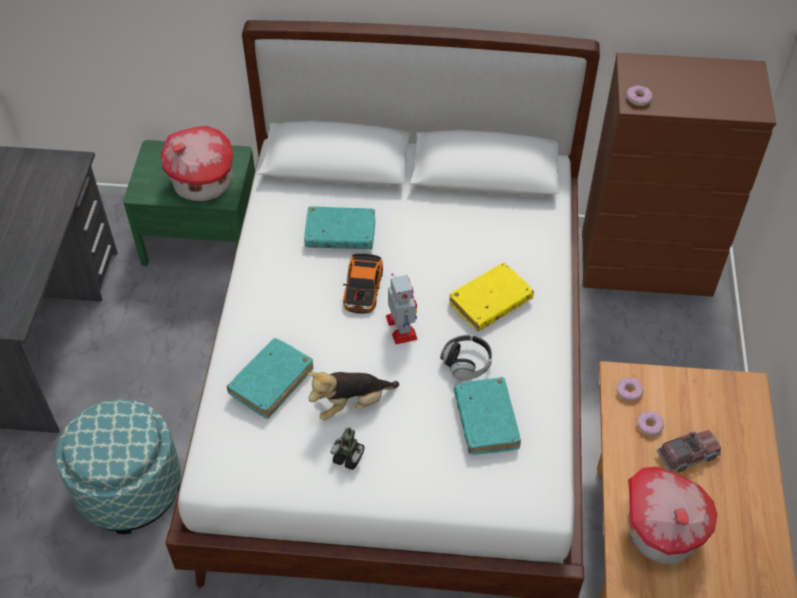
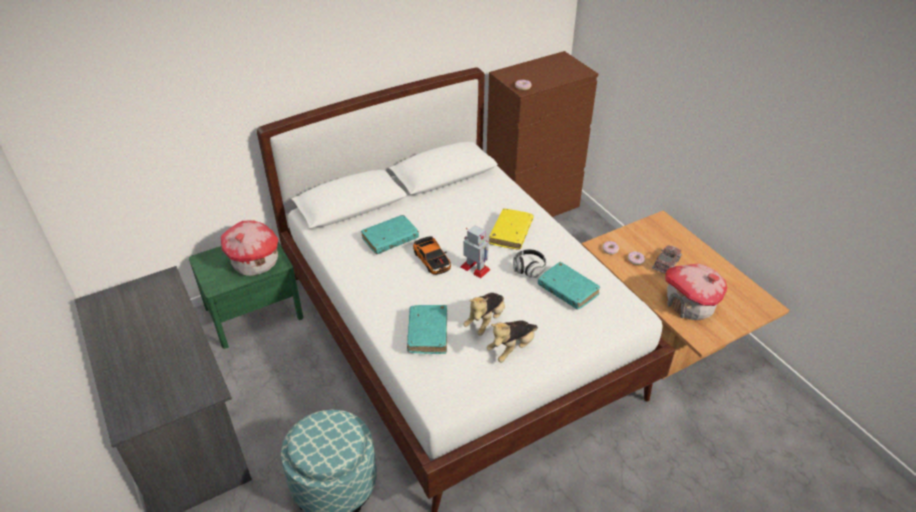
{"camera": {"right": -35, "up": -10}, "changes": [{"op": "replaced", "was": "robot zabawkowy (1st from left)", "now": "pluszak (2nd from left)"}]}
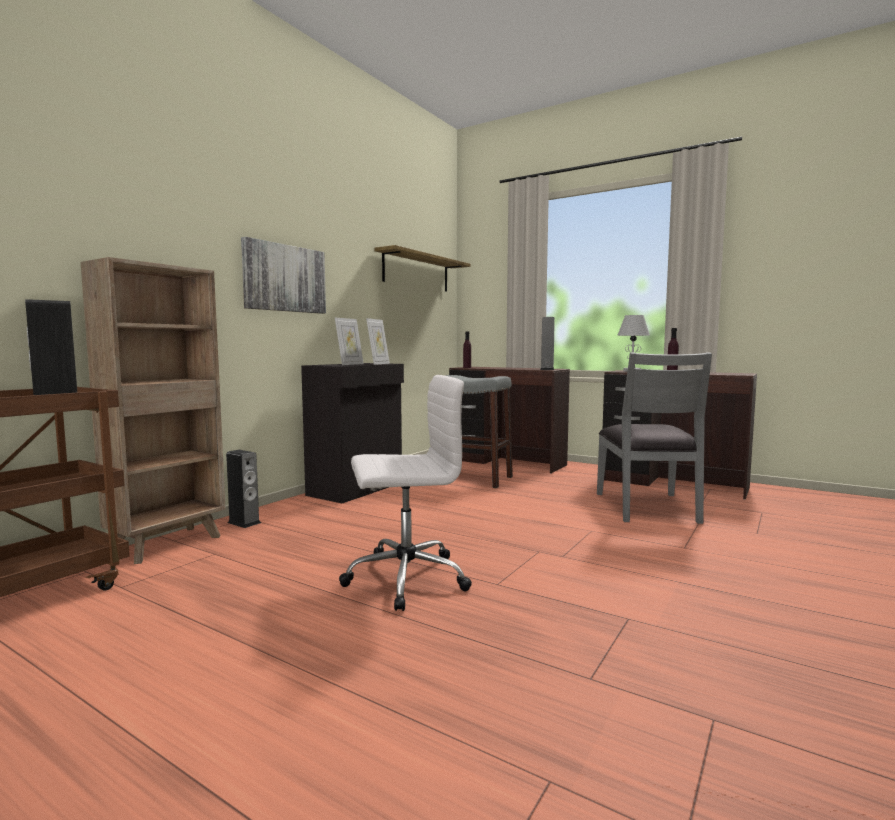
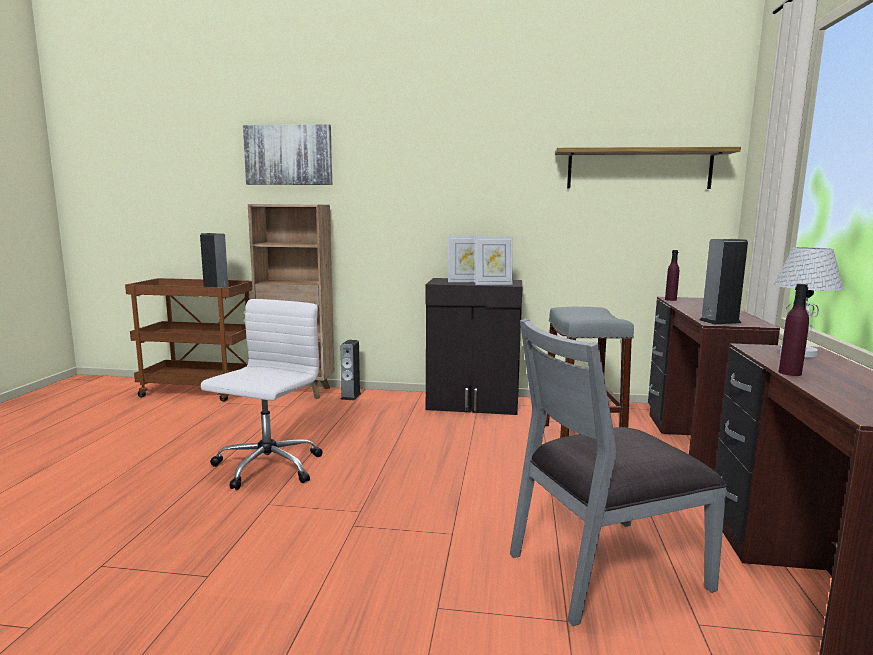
{"camera": {"right": 65, "up": 5}, "changes": [{"op": "moved", "was": "obraz"}, {"op": "turned", "was": "krzesło biurowe (biały)", "clockwise": -120}]}
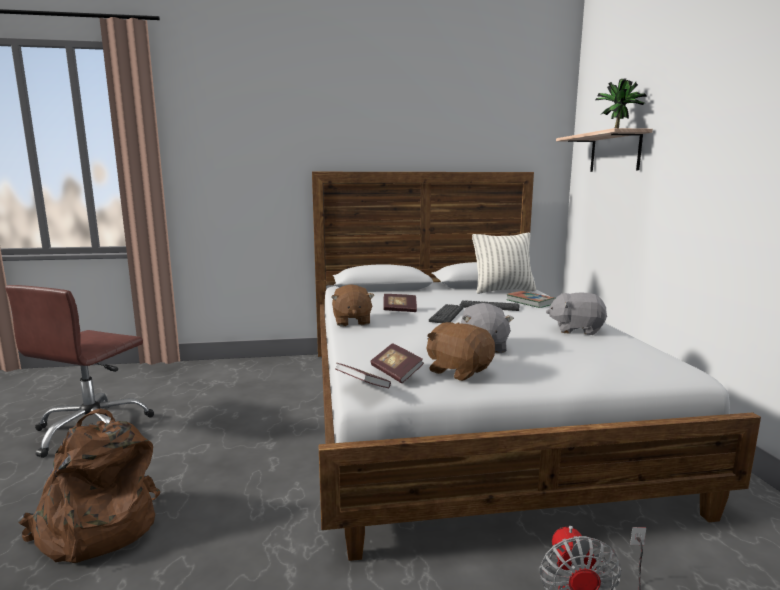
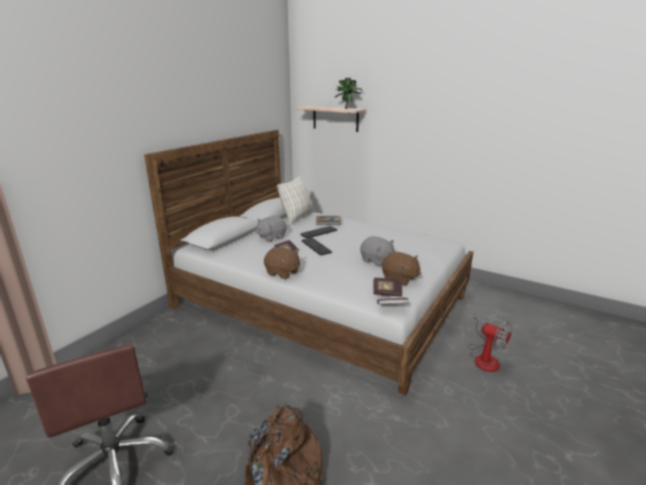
{"camera": {"right": -50, "up": 10}, "changes": [{"op": "turned", "was": "pluszak (brązowy) (2nd from left)", "clockwise": -135}, {"op": "moved", "was": "pluszak (szary) (2nd from left in the first image)", "now": "pluszak (szary) (1st from left)"}]}
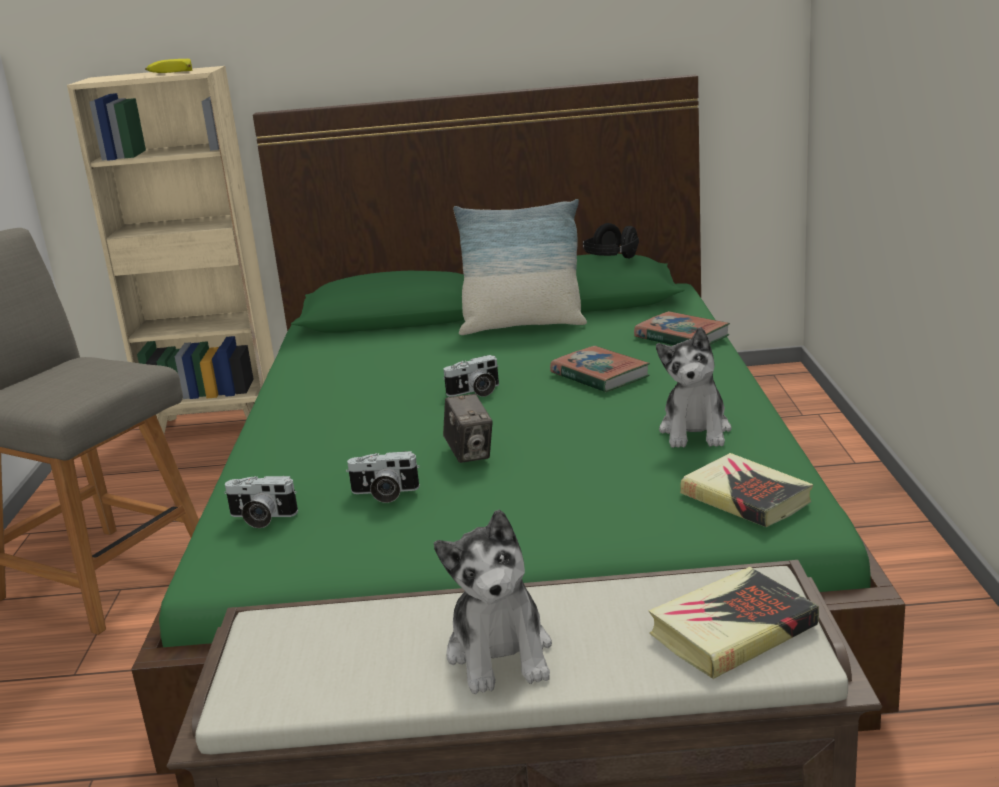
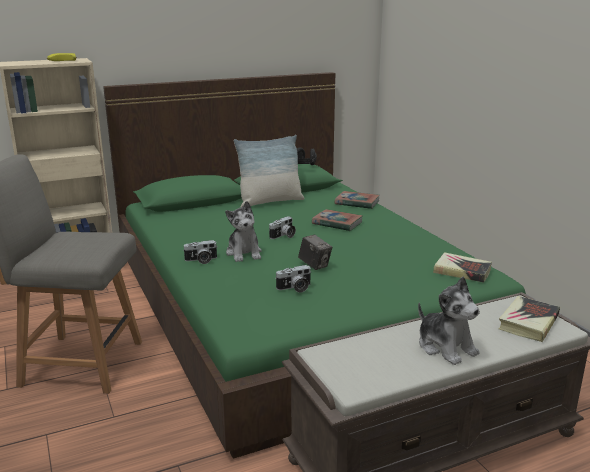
{"camera": {"right": -25, "up": 0}, "changes": [{"op": "moved", "was": "aparat fotograficzny (1st from left)"}, {"op": "moved", "was": "pluszak (2nd from left in the first image)", "now": "pluszak (1st from left)"}]}
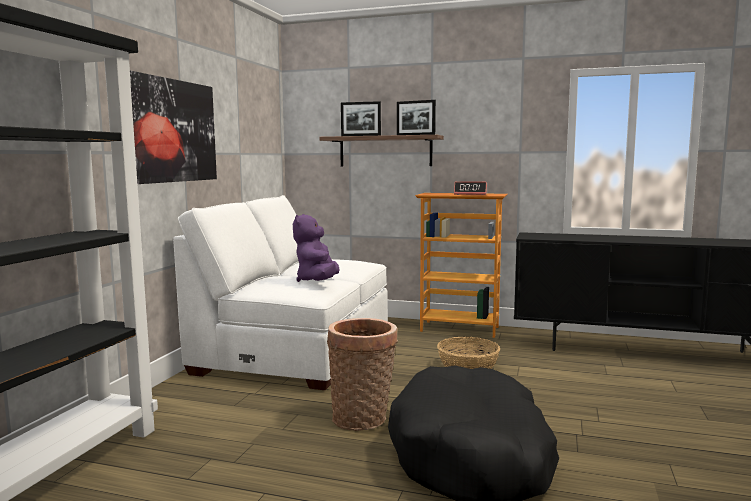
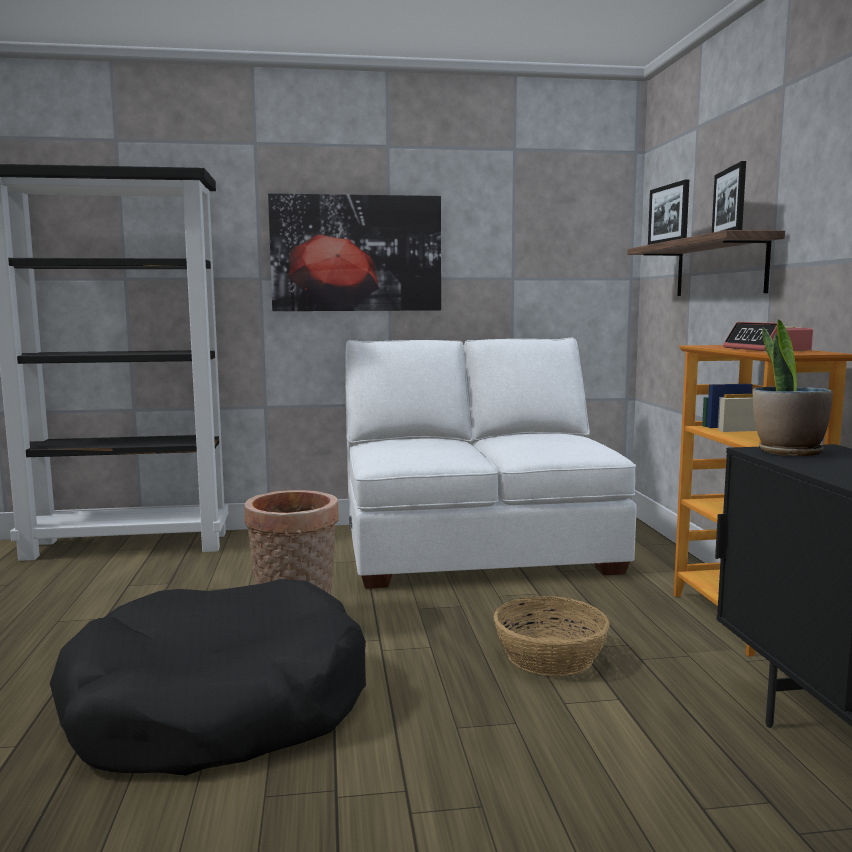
{"camera": {"right": 65, "up": 0}, "changes": [{"op": "removed", "was": "pluszak (fioletowy)"}, {"op": "added", "now": "roślina doniczkowa"}]}
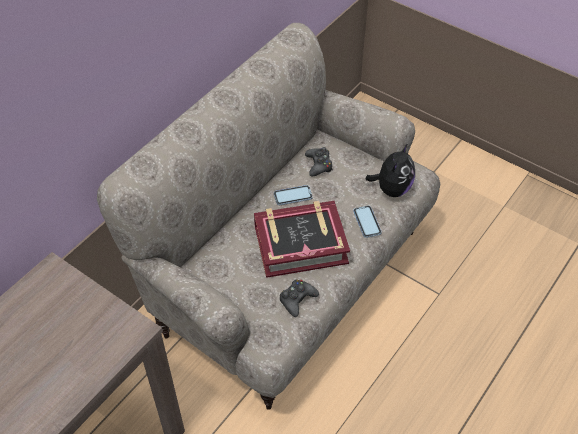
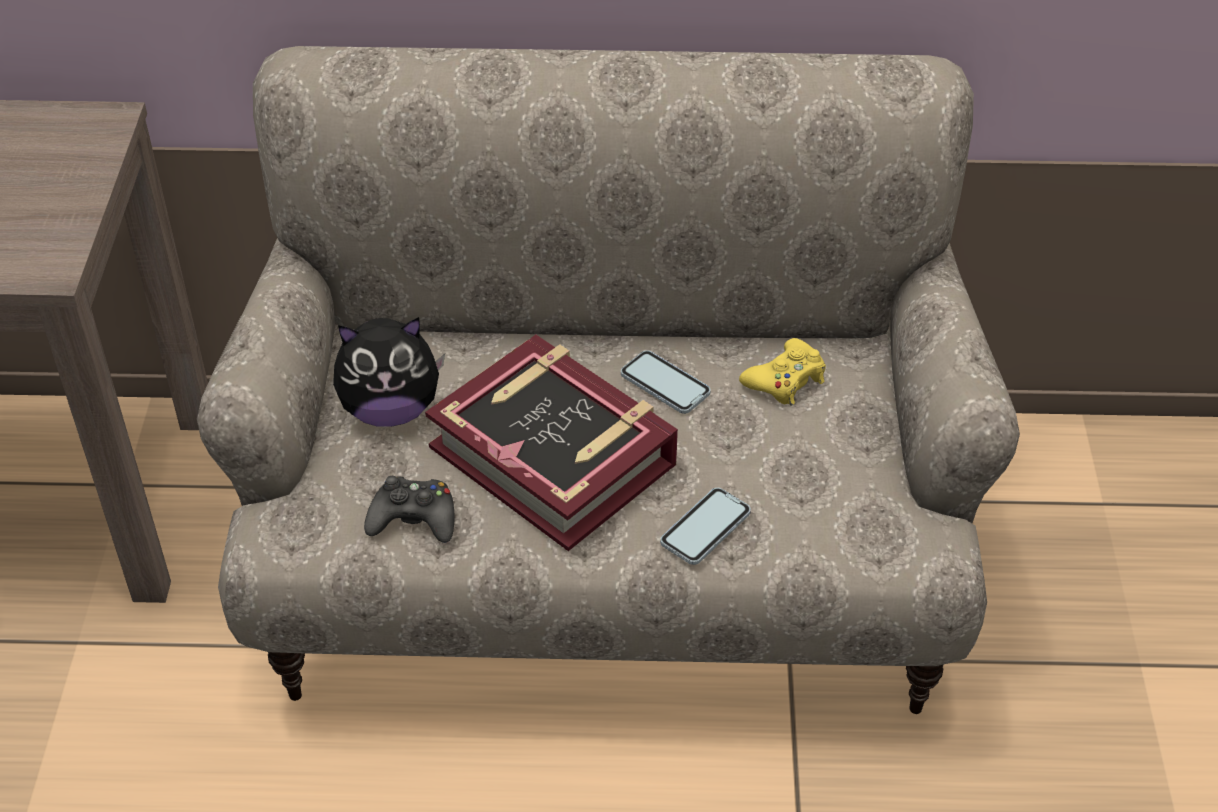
{"camera": {"right": 55, "up": -5}, "changes": [{"op": "recoloured", "was": "pad do gier (czarny) (2nd from left)", "now": "pad do gier (żółty)"}, {"op": "moved", "was": "pluszak"}]}
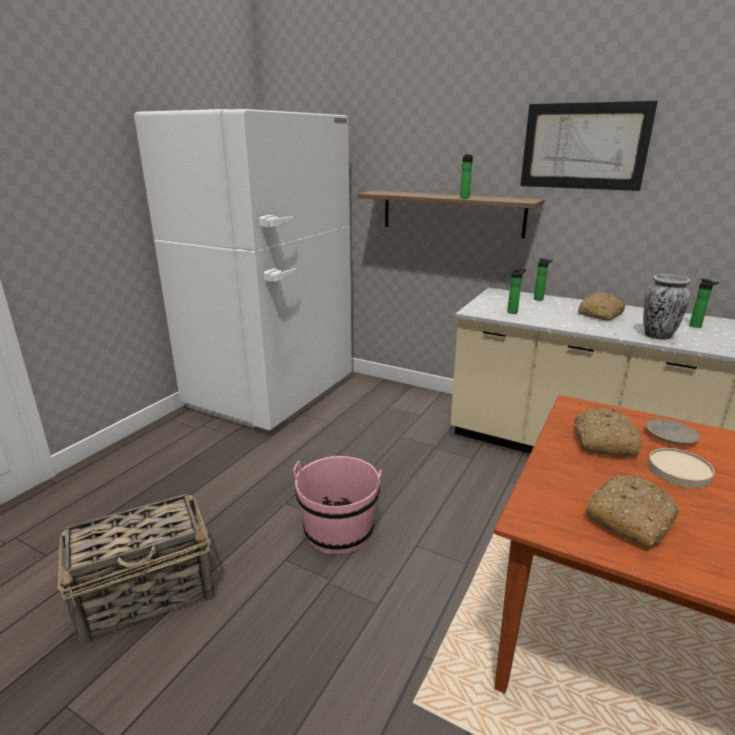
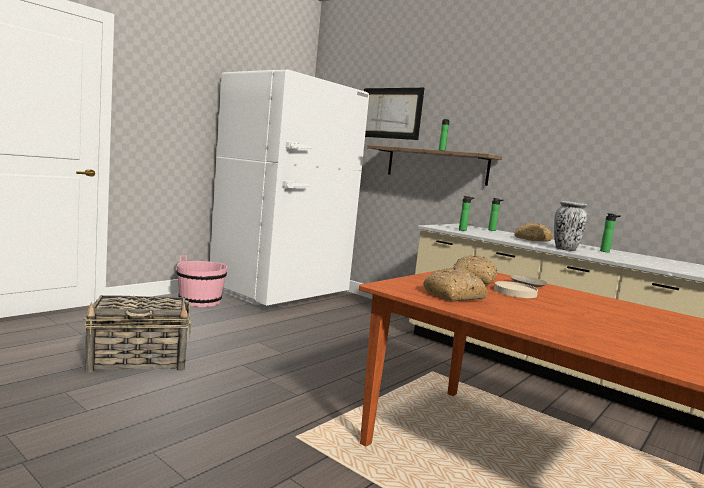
{"camera": {"right": 10, "up": -15}, "changes": [{"op": "moved", "was": "wiadro (różowy)"}, {"op": "moved", "was": "obraz"}]}
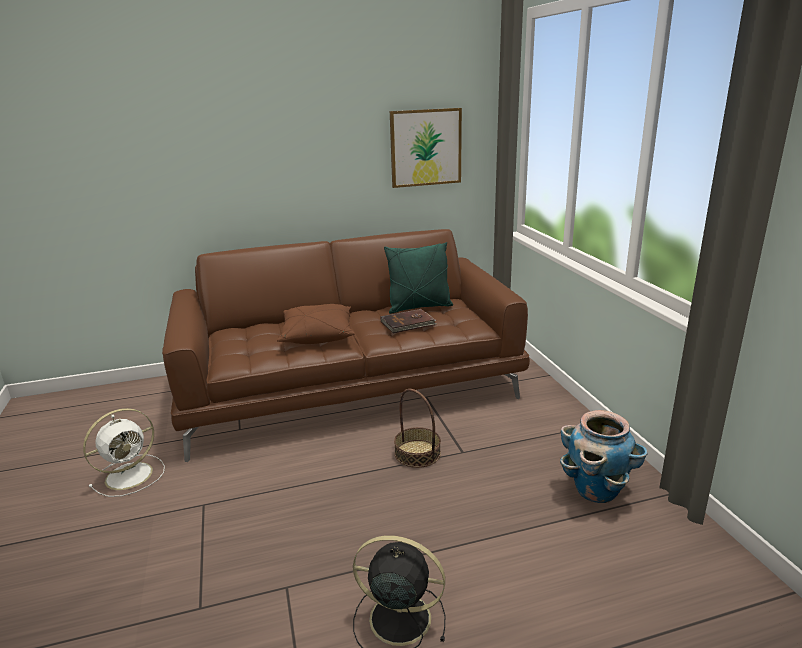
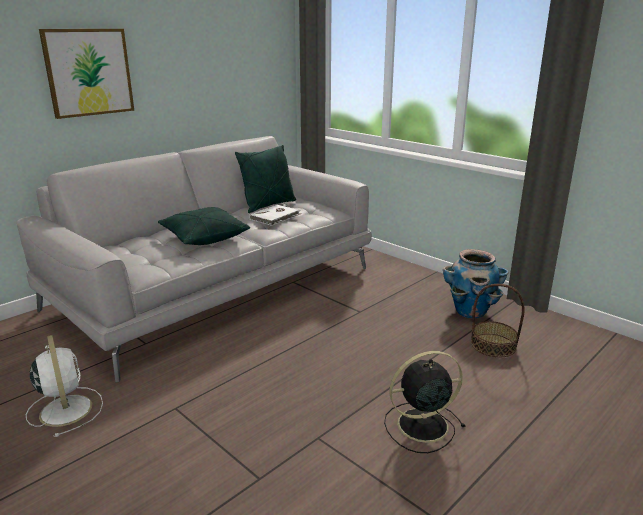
{"camera": {"right": -30, "up": 0}, "changes": [{"op": "turned", "was": "wentylator (biały)", "clockwise": -45}, {"op": "recoloured", "was": "kanapa (brązowy)", "now": "kanapa (szary)"}, {"op": "recoloured", "was": "poduszka (brązowy)", "now": "poduszka (zielony) (1st from left)"}, {"op": "recoloured", "was": "książka (brązowy)", "now": "książka (biały)"}, {"op": "moved", "was": "obraz"}, {"op": "moved", "was": "koszyk"}]}
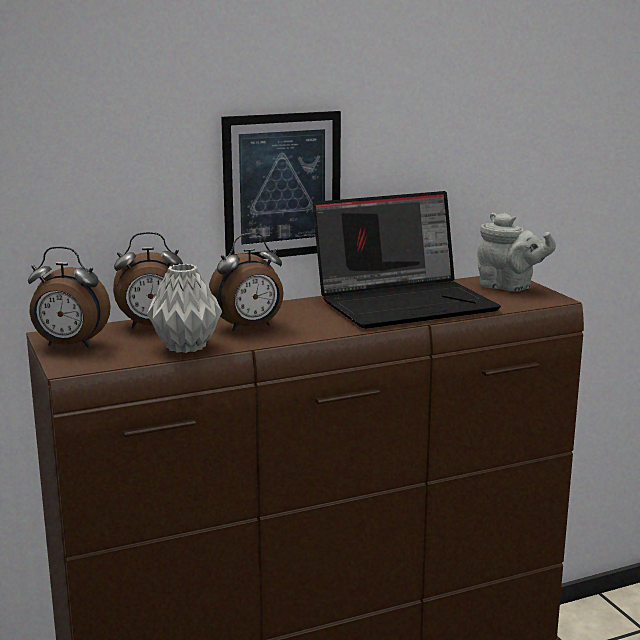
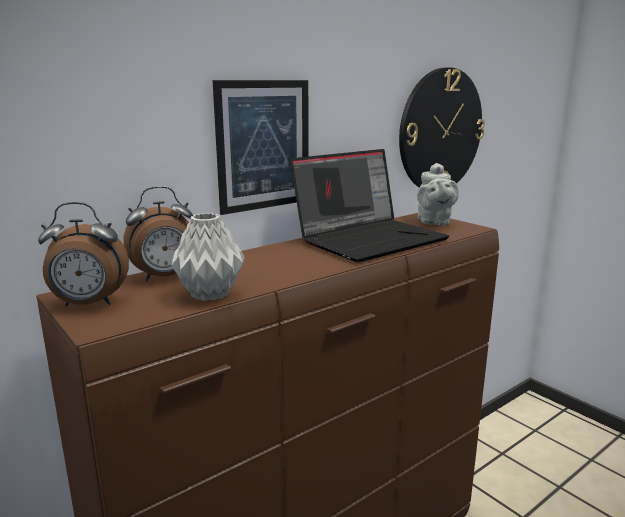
{"camera": {"right": -15, "up": 0}, "changes": [{"op": "removed", "was": "budzik (3rd from left)"}, {"op": "turned", "was": "imbryk (szary)", "clockwise": 75}, {"op": "added", "now": "zegar ścienny"}]}
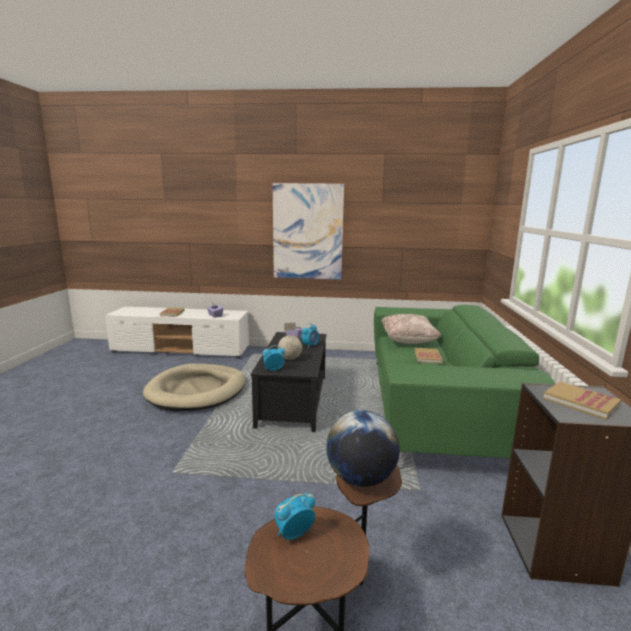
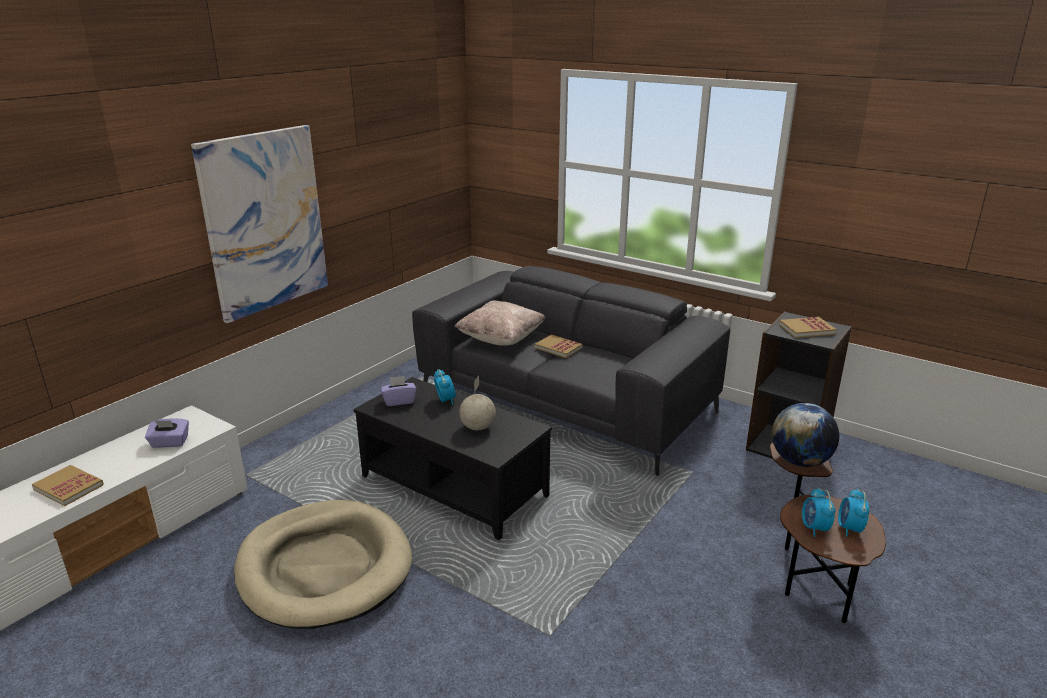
{"camera": {"right": -60, "up": 10}, "changes": [{"op": "moved", "was": "budzik (1st from left in the first image)", "now": "budzik (3rd from left)"}, {"op": "recoloured", "was": "kanapa (zielony)", "now": "kanapa (szary)"}]}
